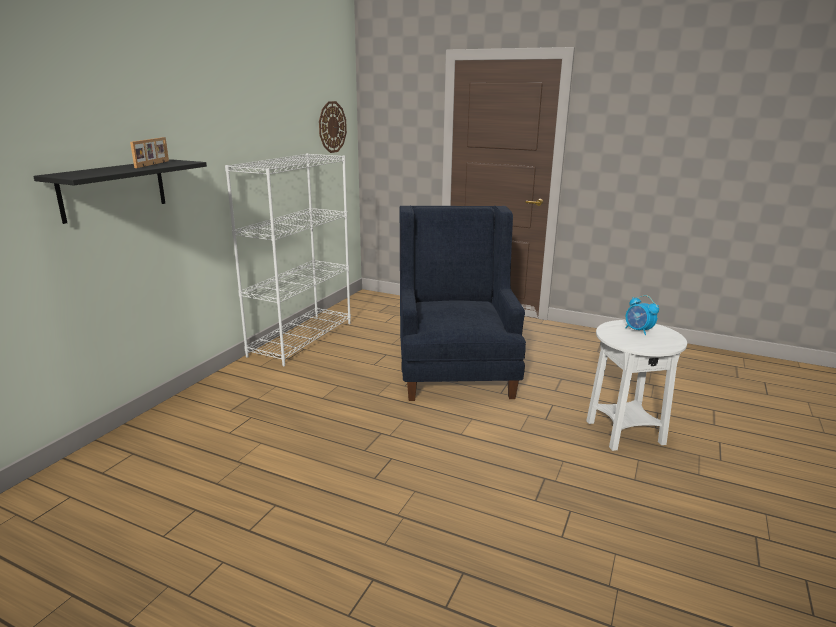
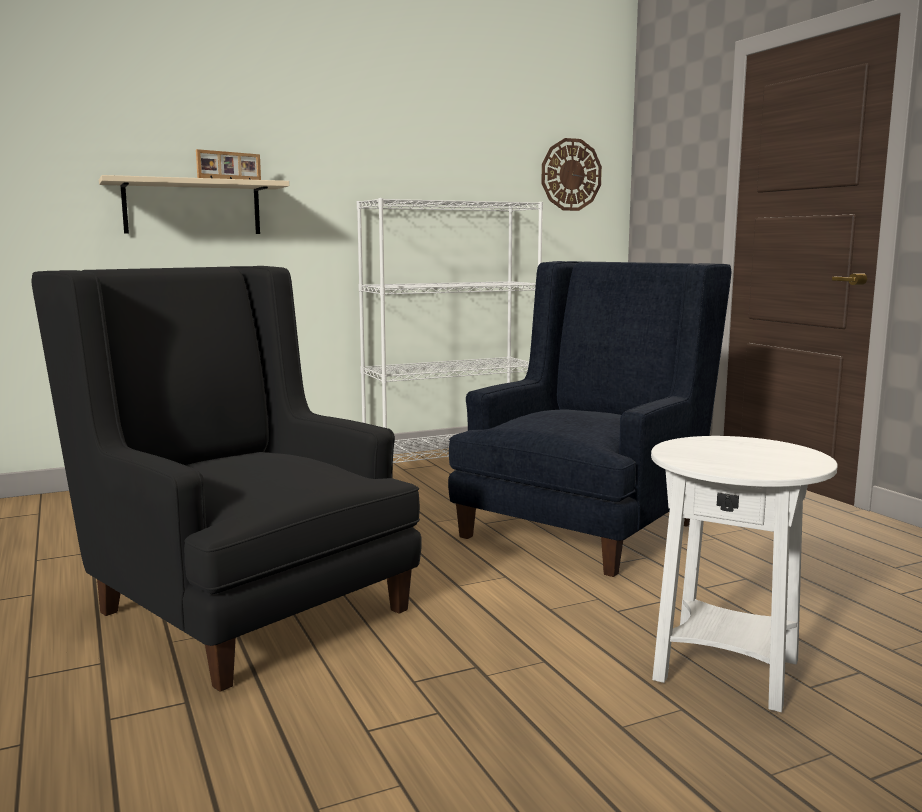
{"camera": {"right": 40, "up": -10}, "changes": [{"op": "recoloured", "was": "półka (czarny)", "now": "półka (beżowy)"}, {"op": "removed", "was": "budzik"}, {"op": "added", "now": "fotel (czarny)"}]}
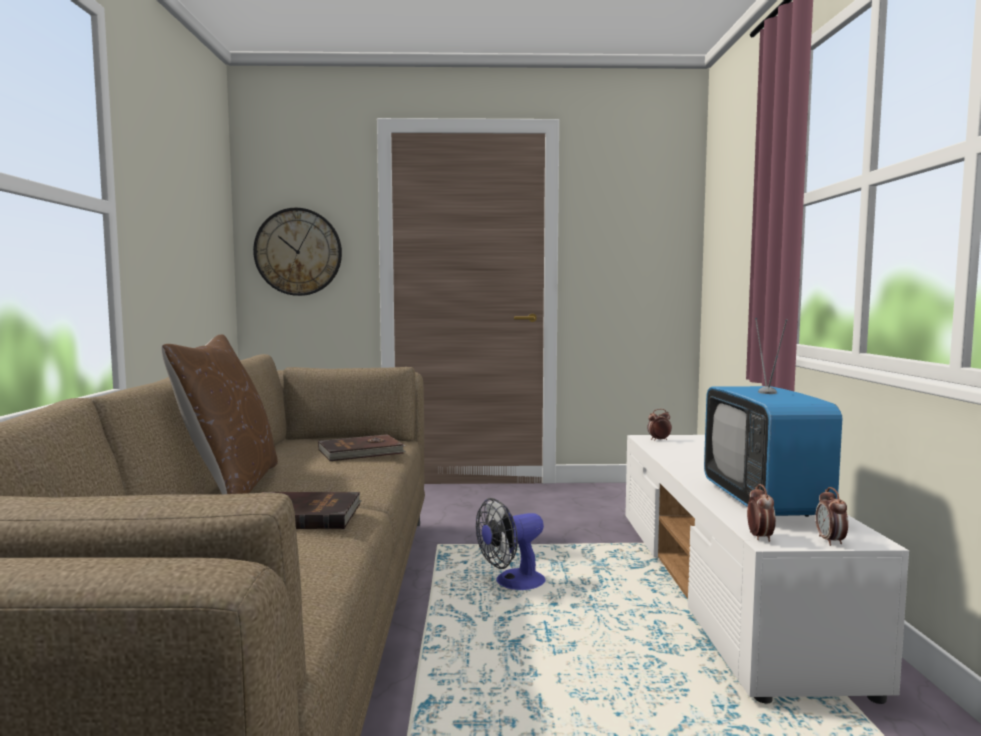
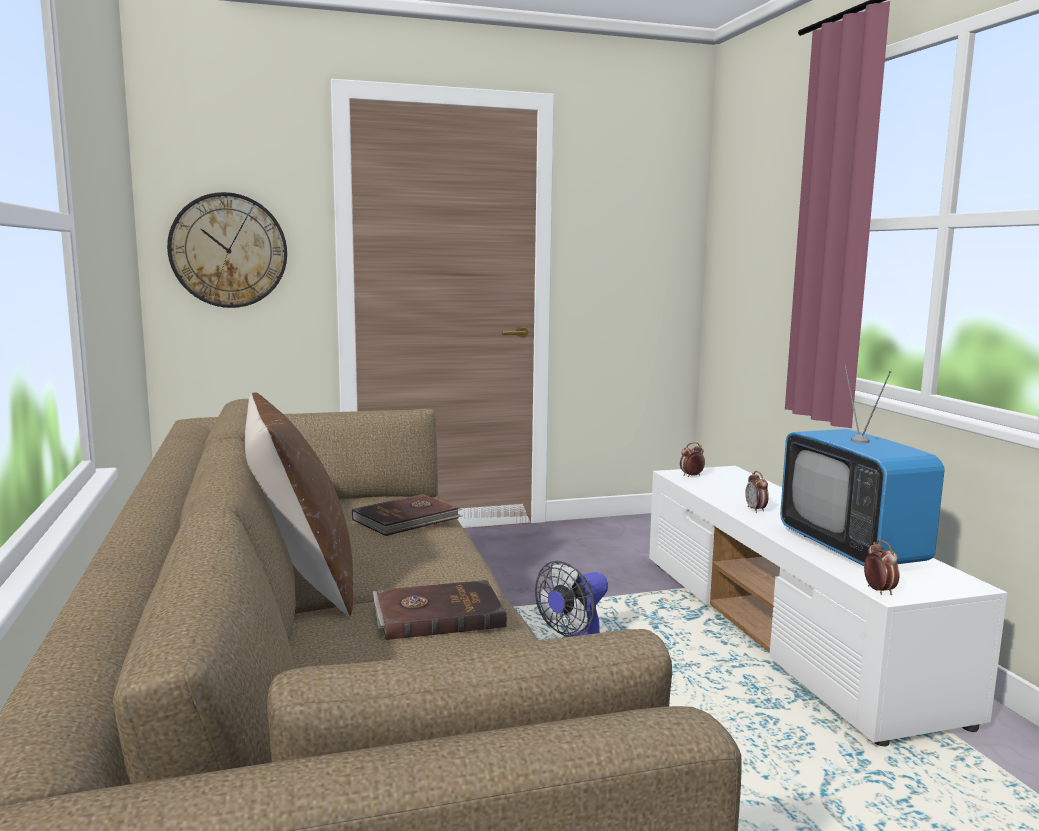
{"camera": {"right": -15, "up": 5}, "changes": [{"op": "moved", "was": "budzik (3rd from left in the first image)", "now": "budzik (2nd from left)"}]}
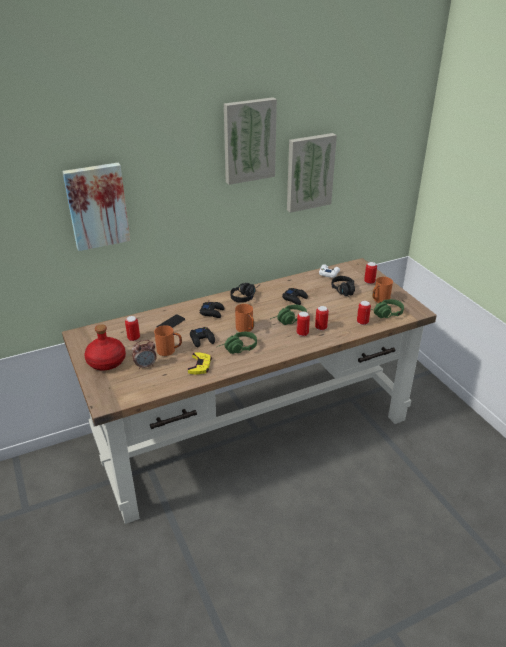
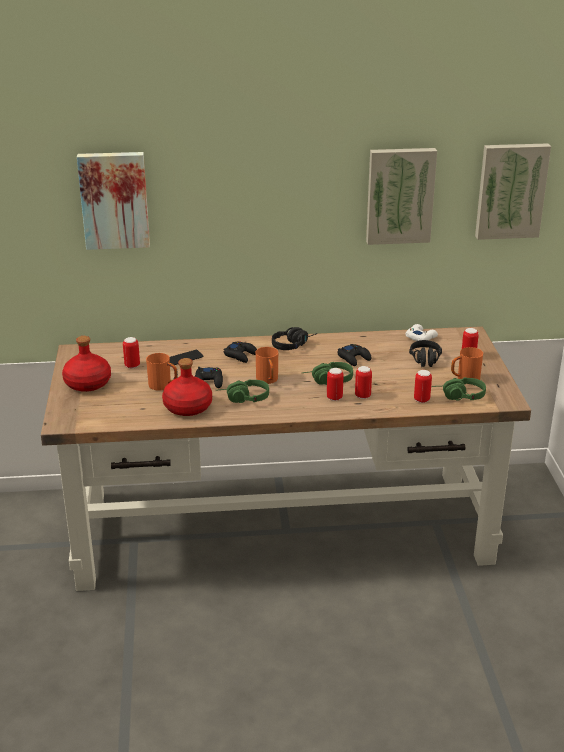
{"camera": {"right": 20, "up": -5}, "changes": [{"op": "removed", "was": "budzik"}, {"op": "replaced", "was": "pad do gier (żółty)", "now": "butelka (czerwony) (2nd from left)"}, {"op": "moved", "was": "obraz (2nd from left in the first image)", "now": "obraz (3rd from left)"}]}
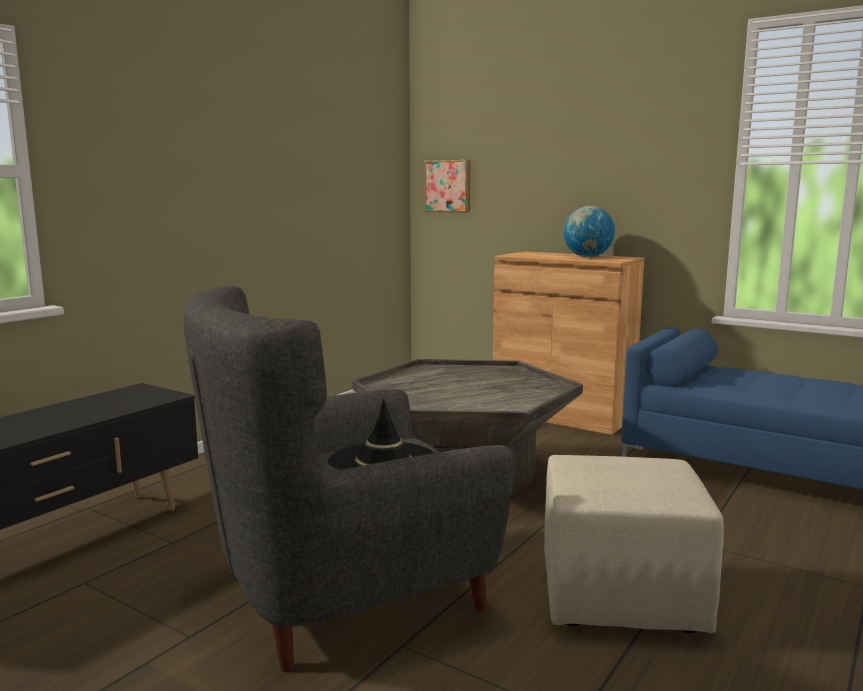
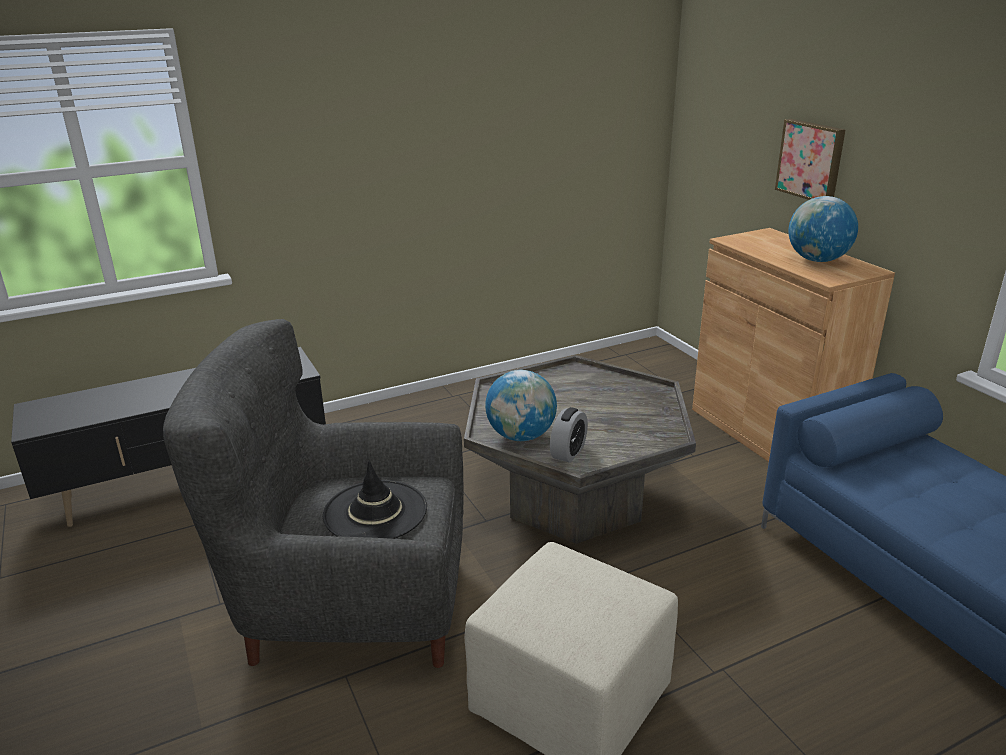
{"camera": {"right": 30, "up": 15}, "changes": [{"op": "moved", "was": "obraz"}, {"op": "added", "now": "globus (1st from left)"}, {"op": "added", "now": "budzik"}]}
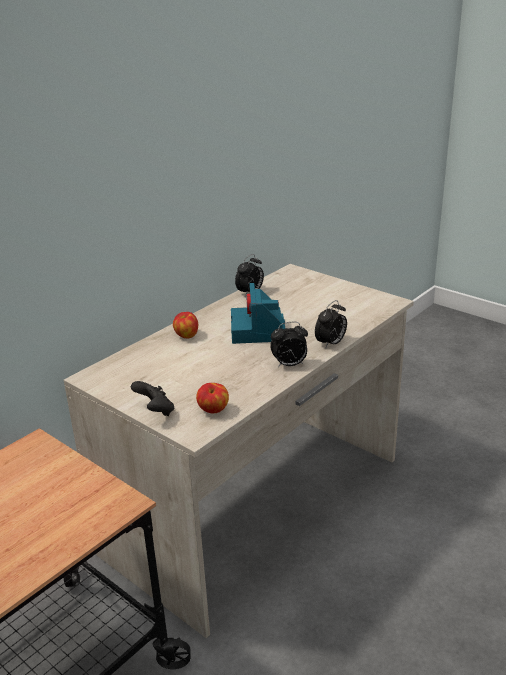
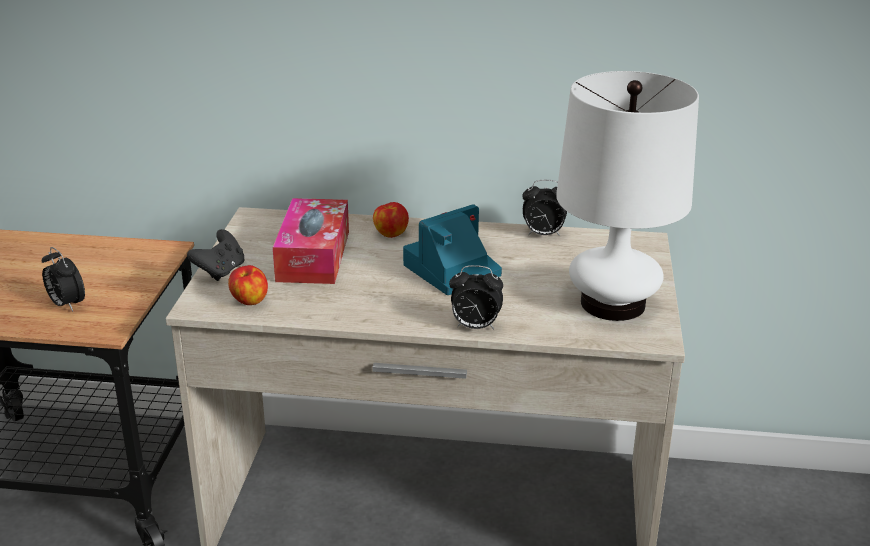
{"camera": {"right": 55, "up": 0}, "changes": [{"op": "moved", "was": "budzik (2nd from left in the first image)", "now": "budzik (1st from left)"}, {"op": "added", "now": "pudełko chusteczek"}, {"op": "added", "now": "lampa stołowa (biały)"}]}
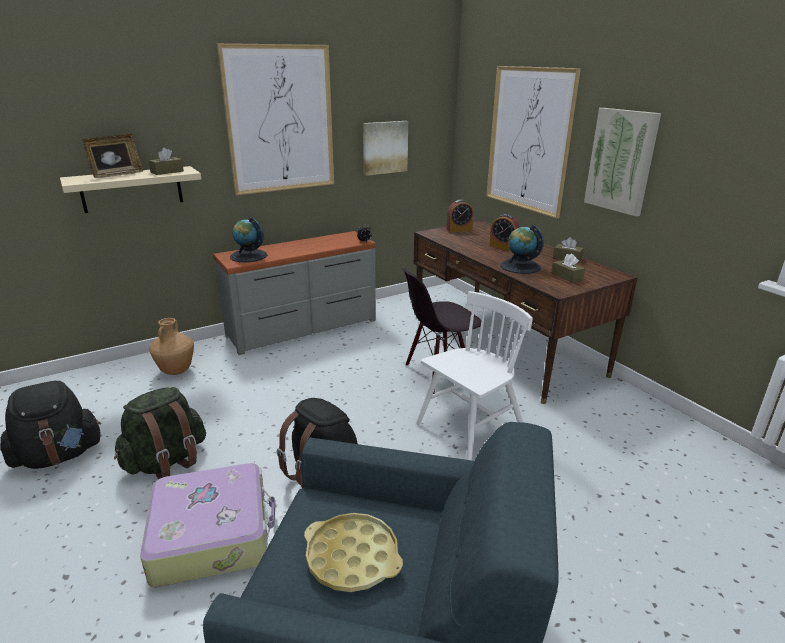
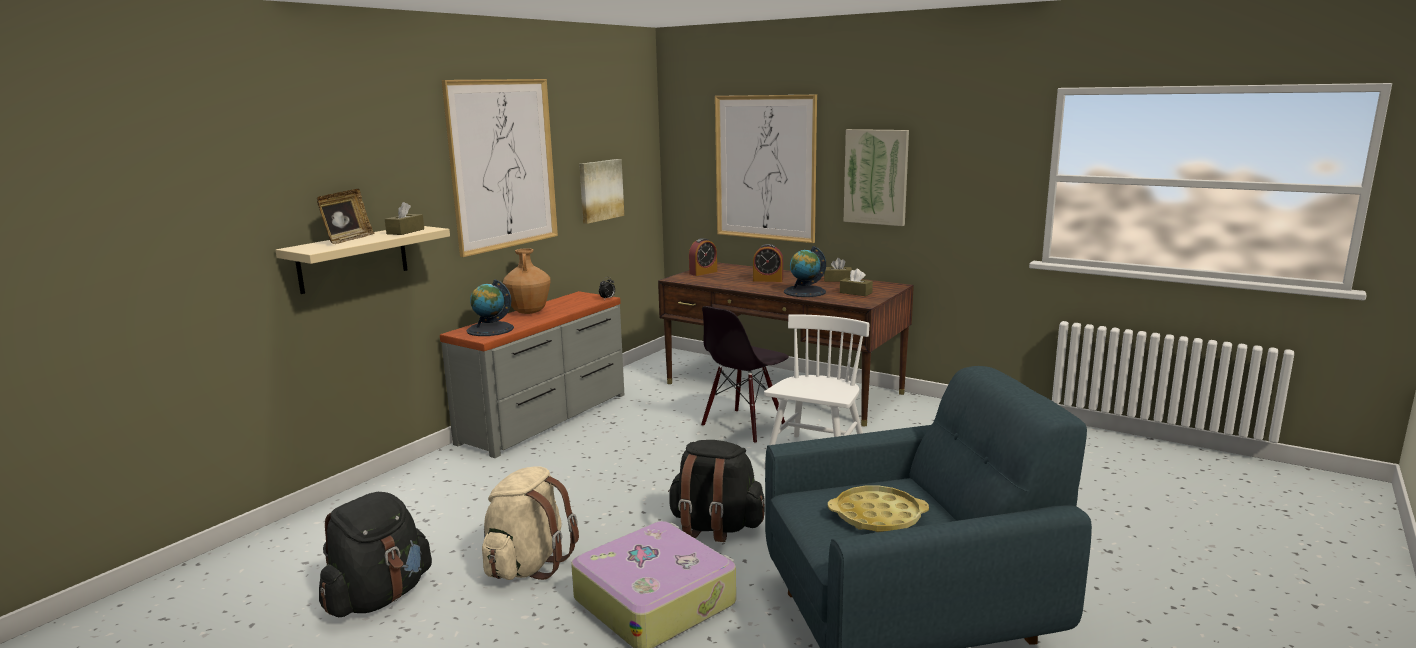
{"camera": {"right": -25, "up": -10}, "changes": [{"op": "recoloured", "was": "plecak (zielony)", "now": "plecak (beżowy)"}, {"op": "moved", "was": "wazon (brązowy)"}]}
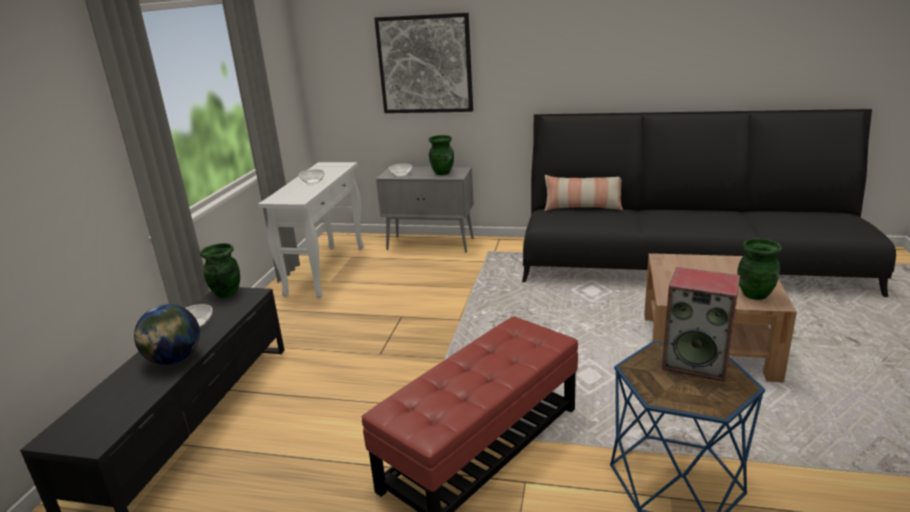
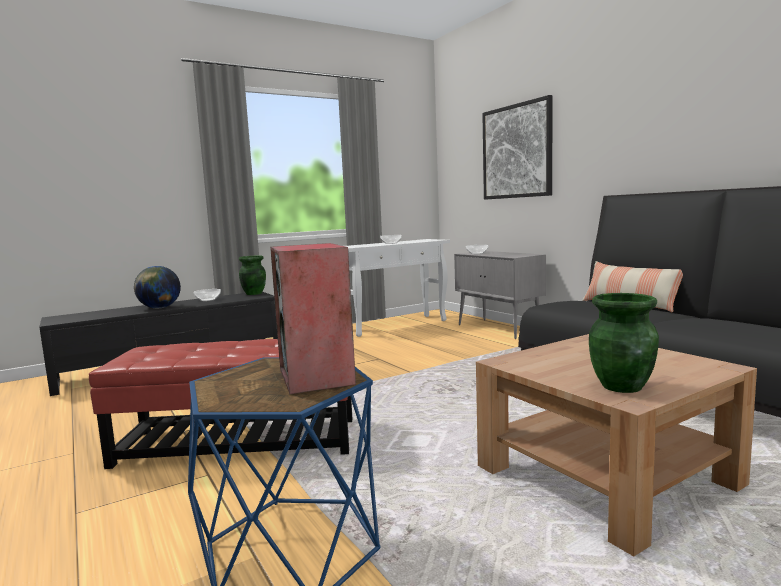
{"camera": {"right": 45, "up": -15}, "changes": [{"op": "removed", "was": "wazon (zielony) (2nd from left)"}]}
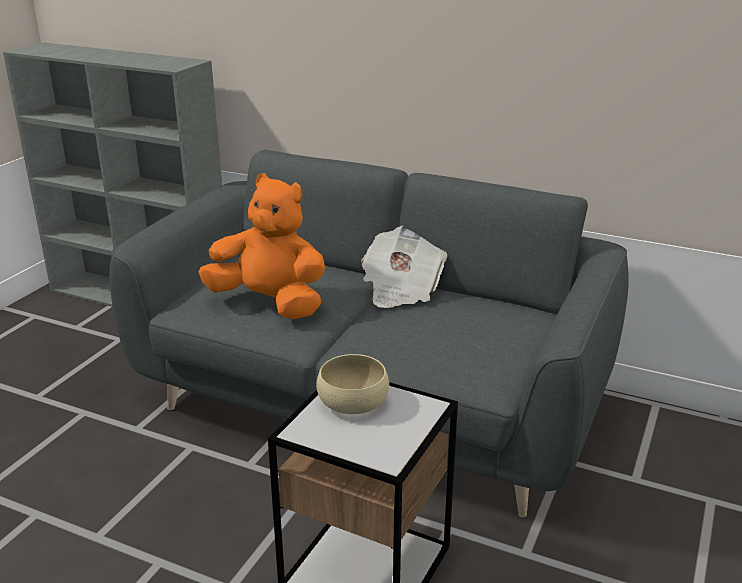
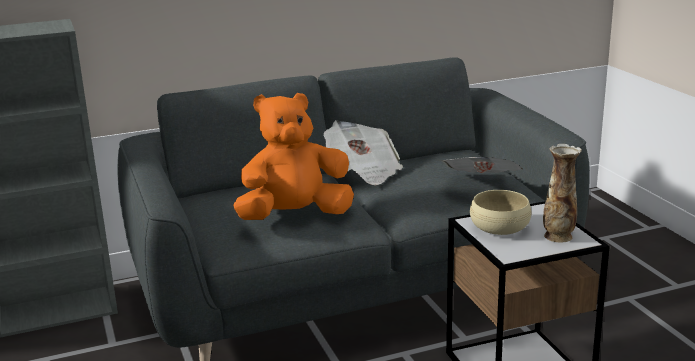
{"camera": {"right": -45, "up": -5}, "changes": [{"op": "added", "now": "gazeta (2nd from left)"}, {"op": "added", "now": "wazon"}]}
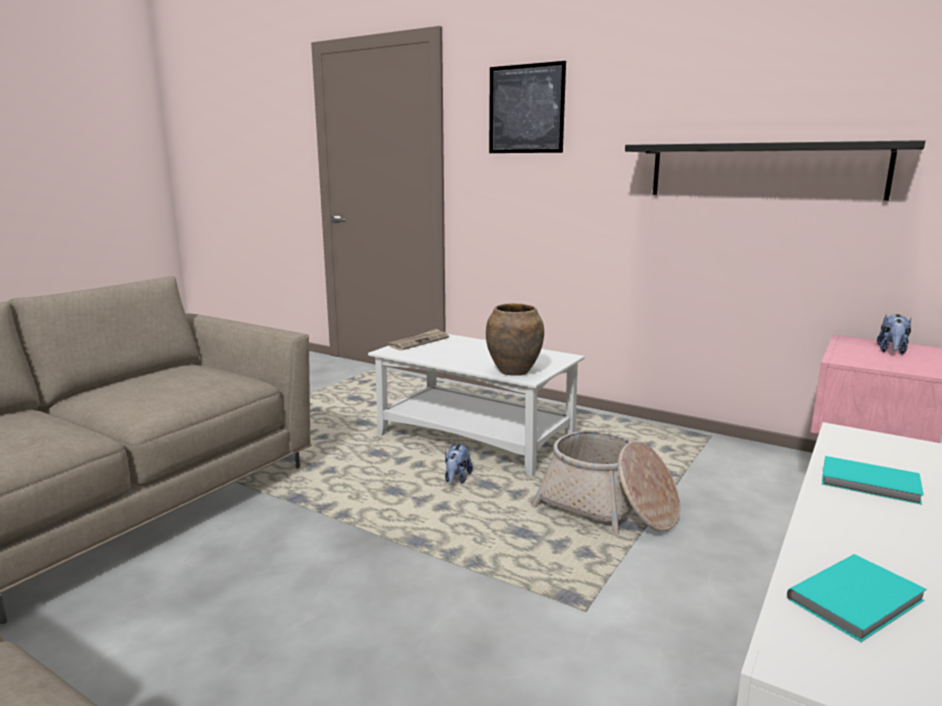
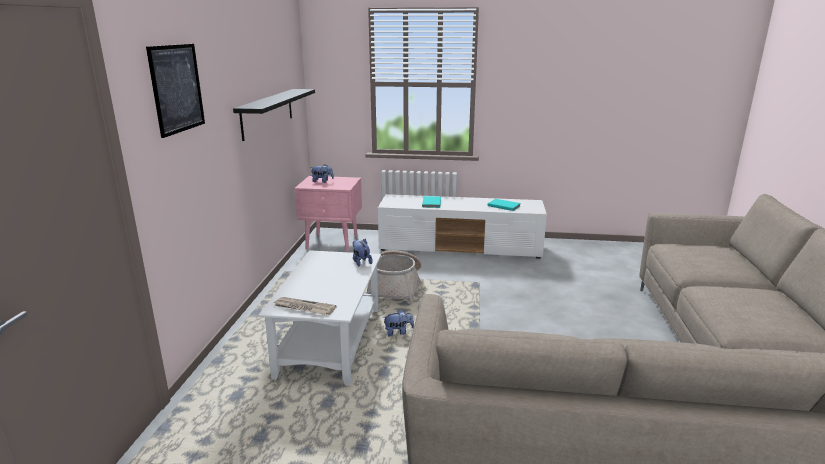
{"camera": {"right": -115, "up": 5}, "changes": [{"op": "replaced", "was": "wazon (brązowy)", "now": "pluszak (2nd from left)"}]}
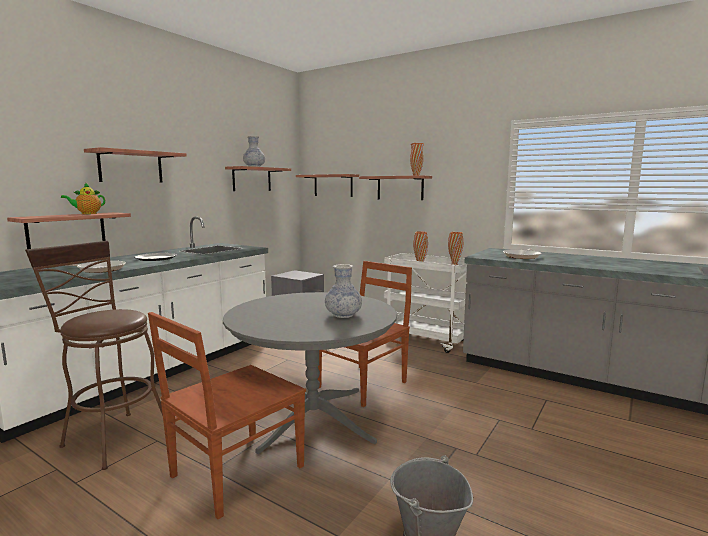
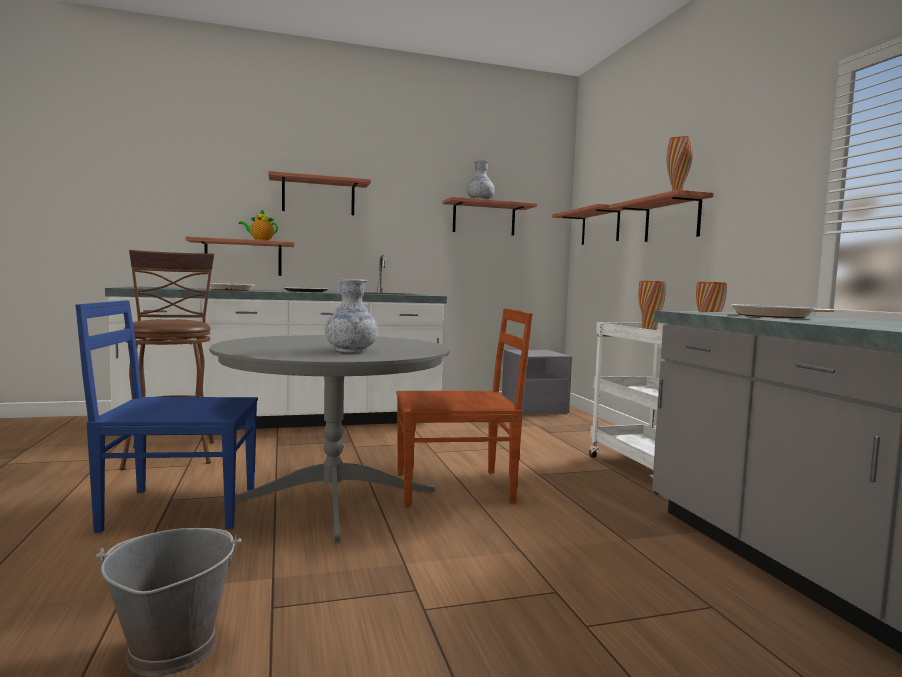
{"camera": {"right": 40, "up": -5}, "changes": [{"op": "recoloured", "was": "krzesło (brązowy) (1st from left)", "now": "krzesło (niebieski)"}]}
